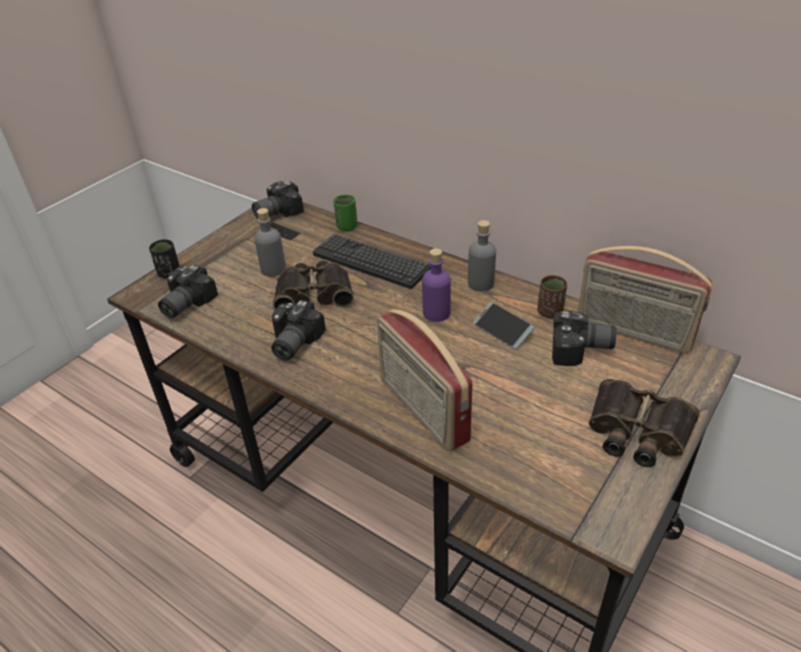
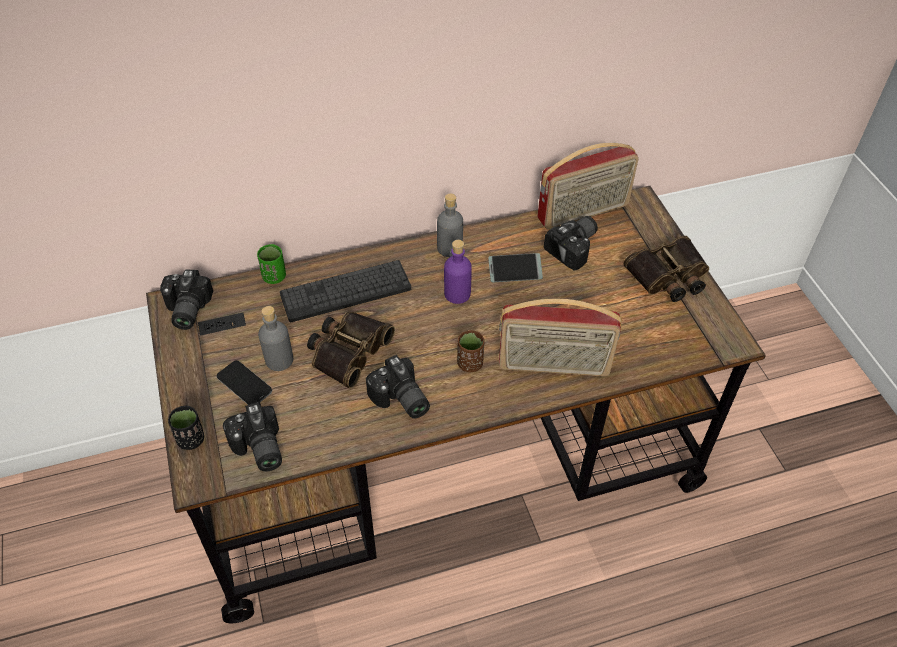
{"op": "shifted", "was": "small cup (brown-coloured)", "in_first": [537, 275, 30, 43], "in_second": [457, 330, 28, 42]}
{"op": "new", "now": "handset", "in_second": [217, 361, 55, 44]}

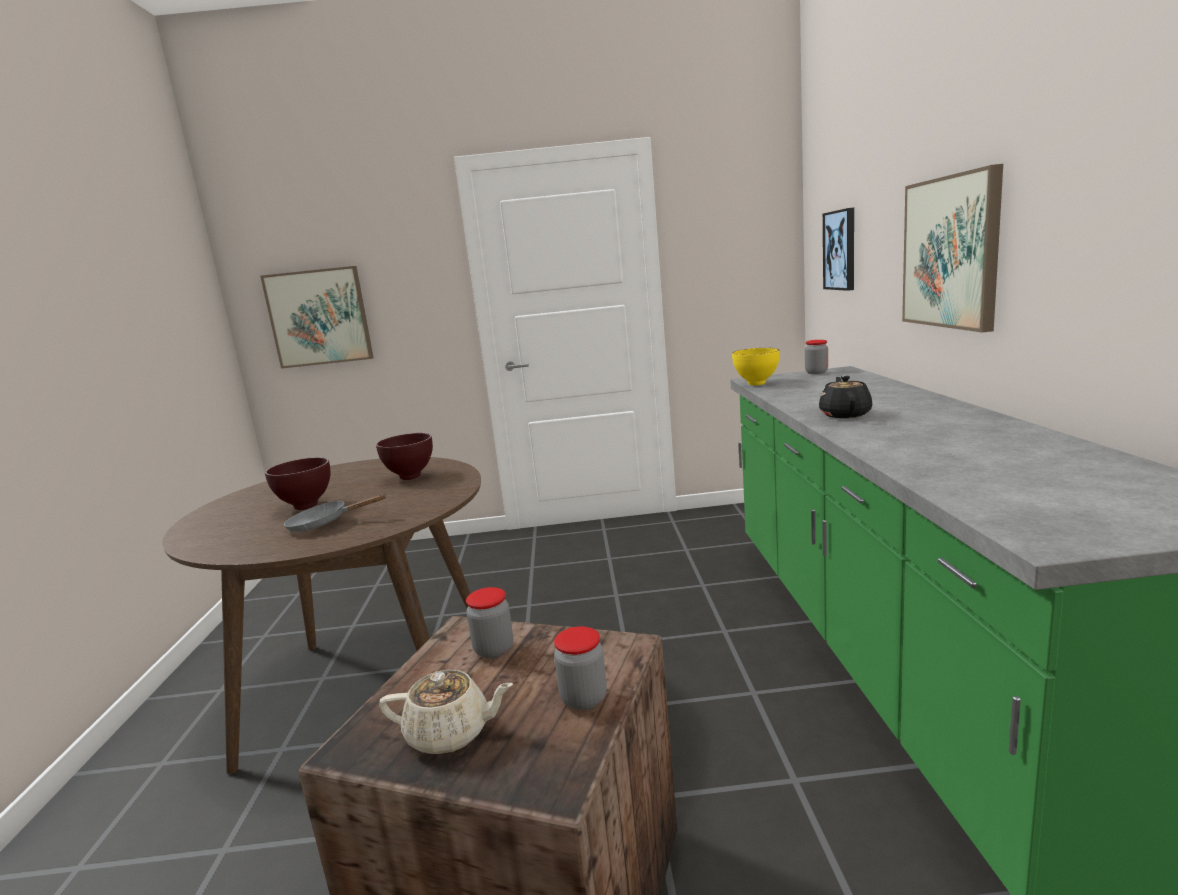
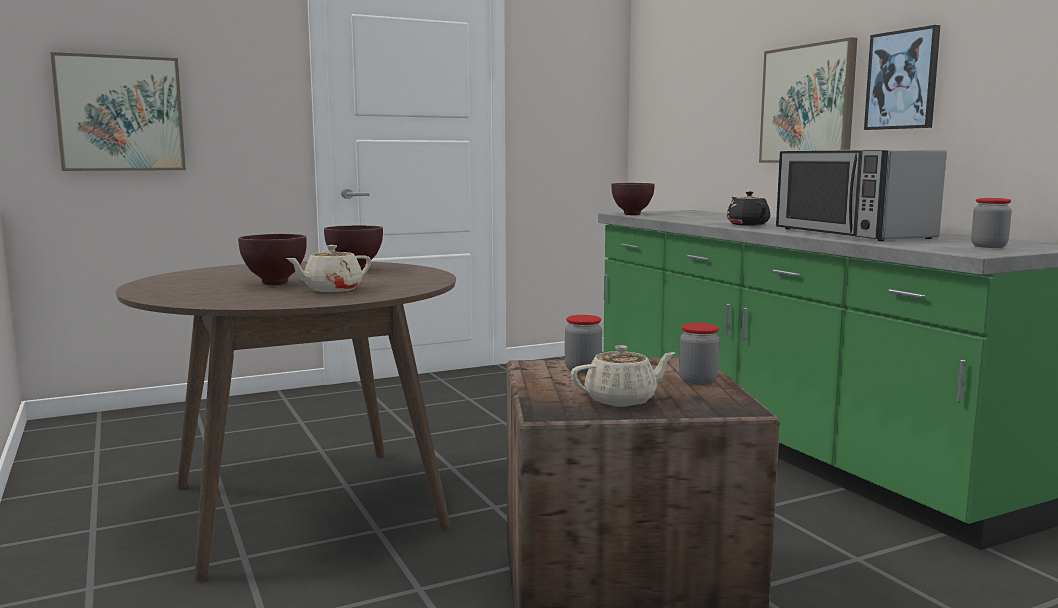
{"op": "shifted", "was": "picture", "in_first": [823, 208, 31, 83], "in_second": [864, 25, 76, 105]}
{"op": "shifted", "was": "storage jar", "in_first": [805, 340, 23, 34], "in_second": [971, 198, 41, 50]}
{"op": "repainted", "was": "deep dish (yellowish)", "now": "deep dish (brown-coloured)", "in_first": [732, 348, 48, 38], "in_second": [612, 183, 43, 32]}
{"op": "swapped", "was": "pan (gray)", "now": "tea pot (beige)", "in_first": [284, 494, 102, 38], "in_second": [286, 245, 85, 47]}
{"op": "new", "now": "microwave", "in_second": [776, 149, 171, 92]}

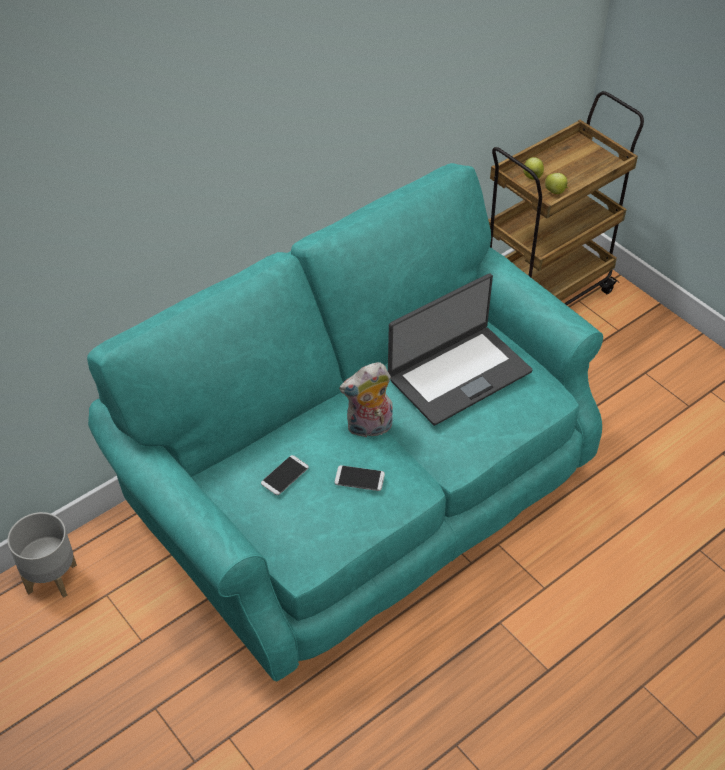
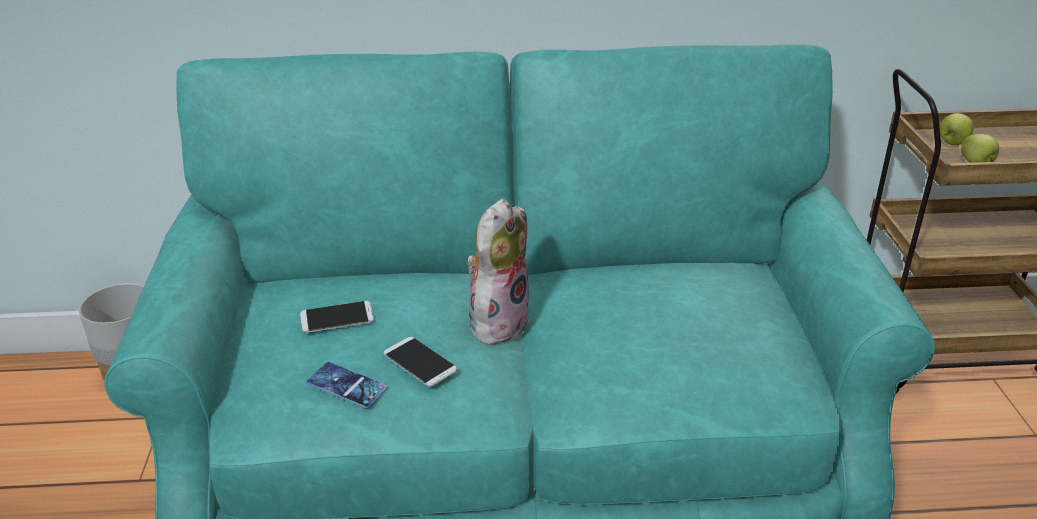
{"op": "gone", "was": "portable computer", "in_first": [388, 273, 144, 153]}
{"op": "rotated", "was": "soft toy", "in_first": [339, 362, 54, 75], "in_second": [467, 198, 63, 147], "clockwise": 105}
{"op": "new", "now": "handset", "in_second": [306, 362, 82, 46]}

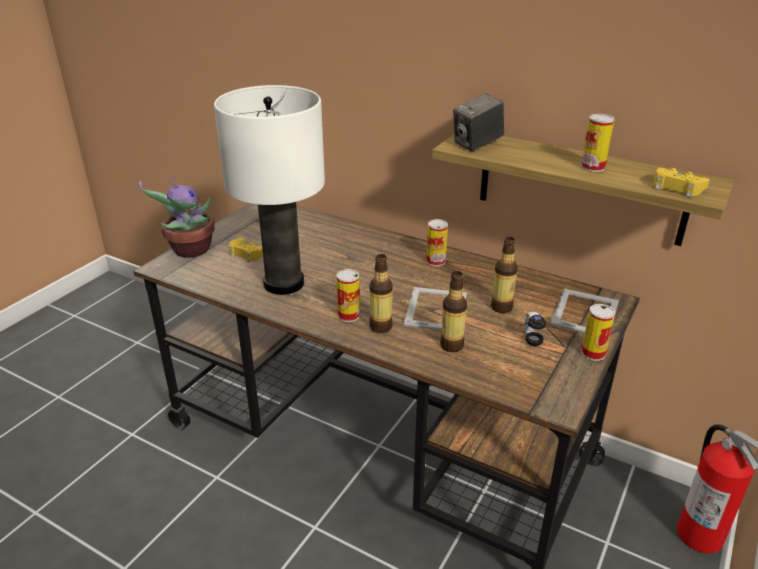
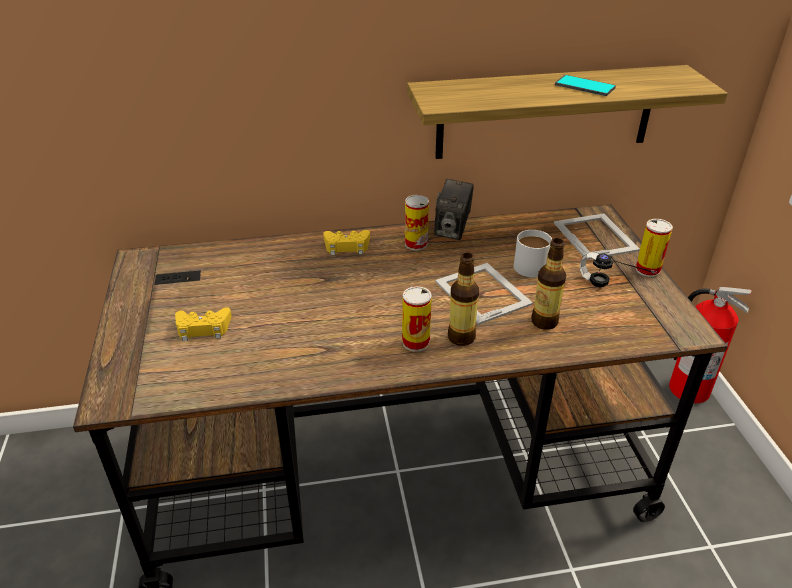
{"op": "gone", "was": "lamp for a table (white)", "in_first": [214, 85, 111, 210]}
{"op": "shifted", "was": "still camera", "in_first": [453, 93, 51, 58], "in_second": [434, 179, 40, 61]}
{"op": "swapped", "was": "sealed can", "now": "handset", "in_first": [581, 114, 34, 58], "in_second": [555, 75, 61, 21]}
{"op": "shifted", "was": "gamepad (yellowish)", "in_first": [653, 168, 56, 29], "in_second": [323, 230, 47, 25]}
{"op": "gone", "was": "houseplant", "in_first": [139, 176, 76, 82]}
{"op": "swapped", "was": "drink bottle", "now": "tea mug (white)", "in_first": [491, 237, 27, 76], "in_second": [514, 230, 38, 47]}

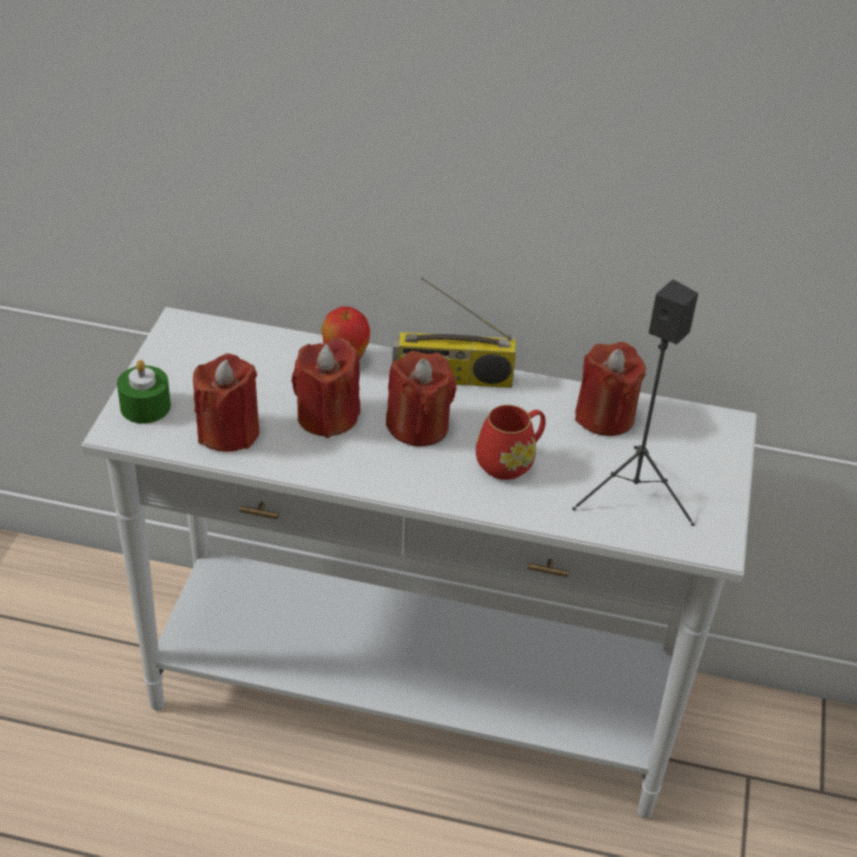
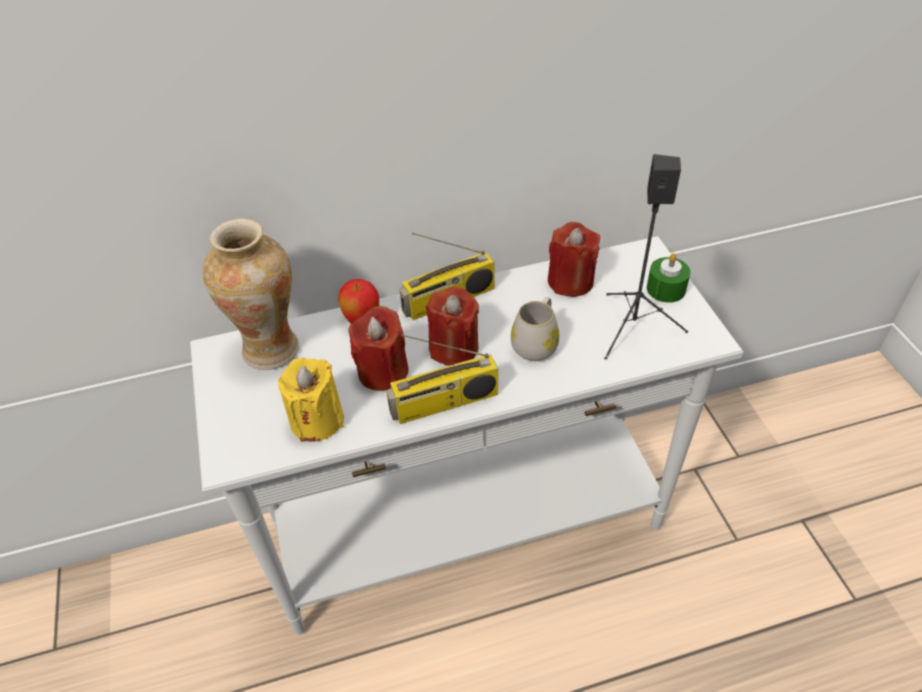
{"op": "repainted", "was": "wax candle (red-coloured)", "now": "wax candle (yellowish)", "in_first": [193, 354, 66, 98], "in_second": [278, 358, 66, 84]}
{"op": "shifted", "was": "wax candle (green-coloured)", "in_first": [117, 360, 54, 64], "in_second": [647, 253, 43, 50]}
{"op": "repainted", "was": "tea mug (red-coloured)", "now": "tea mug (white)", "in_first": [476, 405, 70, 75], "in_second": [511, 297, 48, 64]}
{"op": "new", "now": "flower vase", "in_second": [202, 219, 97, 151]}
{"op": "new", "now": "radio set", "in_second": [386, 334, 112, 90]}

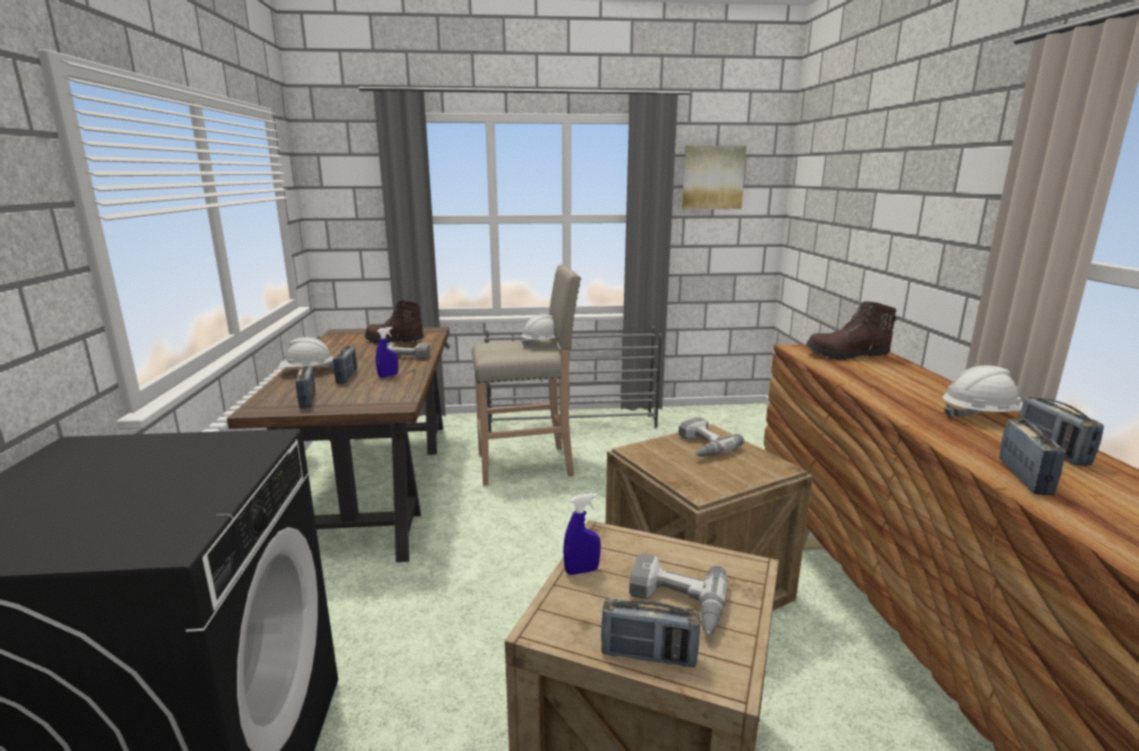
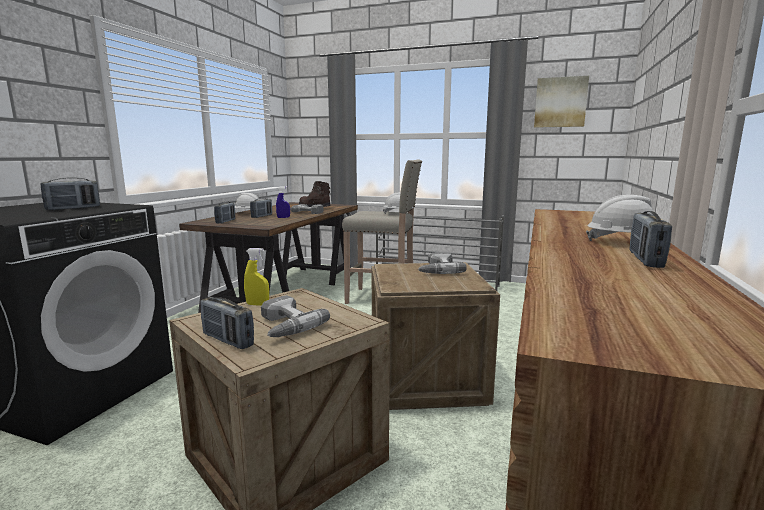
{"op": "gone", "was": "high-top boot (brown-coloured)", "in_first": [806, 301, 91, 59]}
{"op": "shifted", "was": "radio set", "in_first": [1000, 419, 66, 76], "in_second": [40, 177, 60, 33]}
{"op": "repainted", "was": "sprayer (blue-coloured)", "now": "sprayer (yellowish)", "in_first": [563, 493, 38, 82], "in_second": [244, 248, 25, 58]}

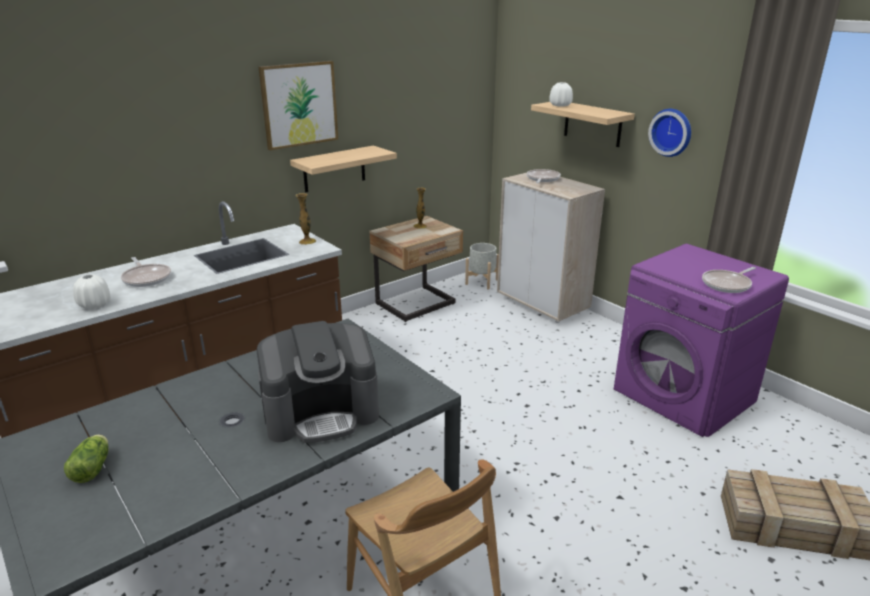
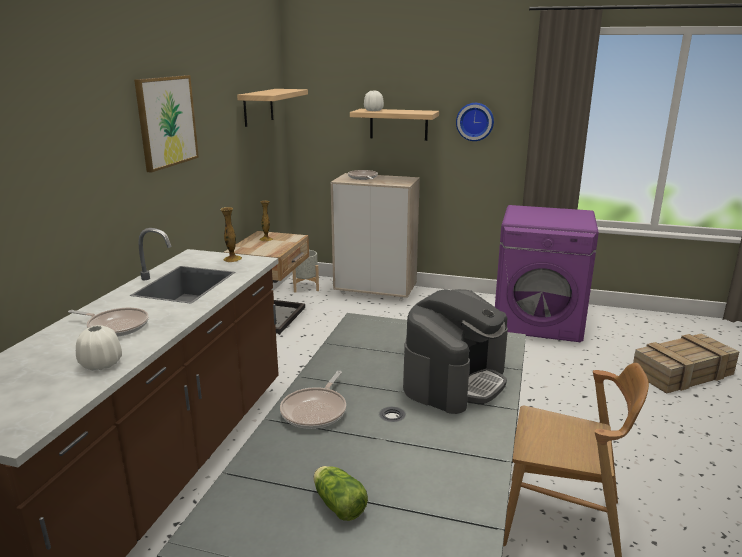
{"op": "shifted", "was": "shelf", "in_first": [290, 146, 107, 46], "in_second": [237, 89, 71, 38]}
{"op": "shifted", "was": "pan", "in_first": [702, 267, 54, 26], "in_second": [280, 371, 66, 58]}

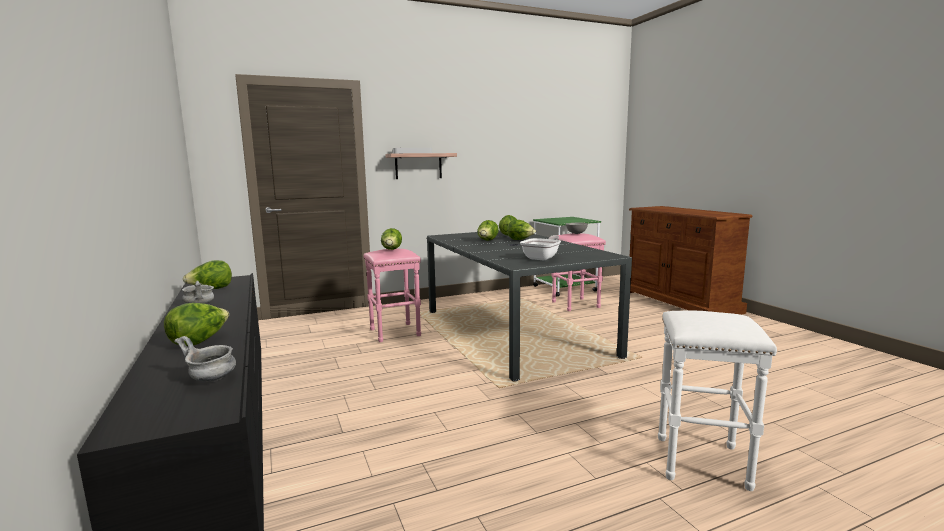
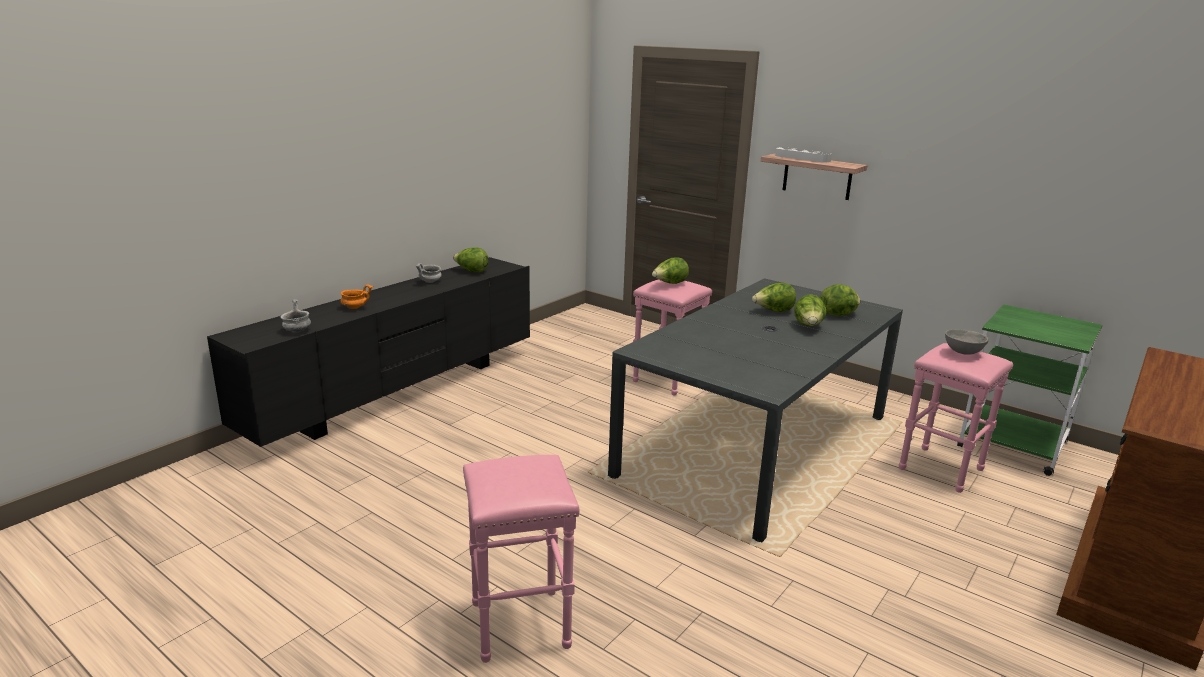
{"op": "gone", "was": "pan", "in_first": [520, 235, 41, 25]}
{"op": "swapped", "was": "head of lettuce", "now": "deep dish (orange)", "in_first": [164, 303, 65, 43], "in_second": [340, 284, 33, 25]}
{"op": "repainted", "was": "sitting stool (white)", "now": "sitting stool (pink-coloured)", "in_first": [658, 311, 119, 180], "in_second": [463, 455, 117, 208]}

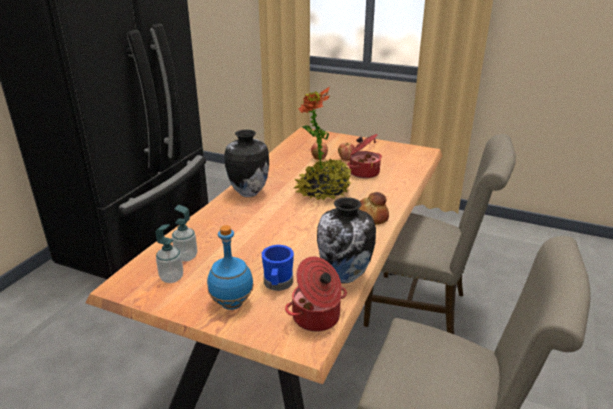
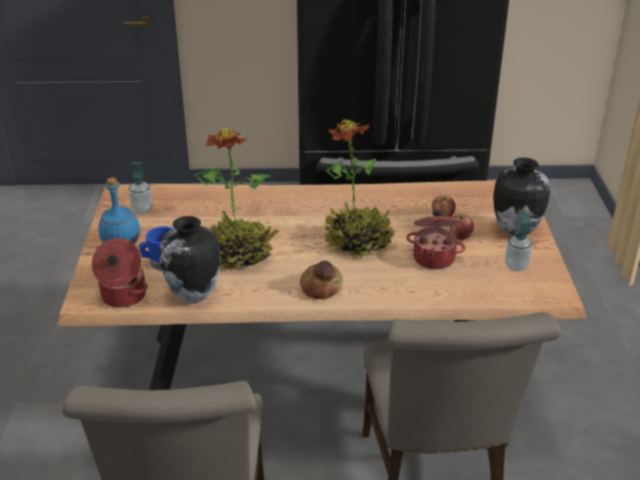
{"op": "shifted", "was": "flower vase", "in_first": [224, 130, 45, 67], "in_second": [493, 158, 57, 79]}
{"op": "shifted", "was": "liquid soap bottle", "in_first": [172, 205, 25, 57], "in_second": [505, 213, 27, 59]}
{"op": "new", "now": "houseplant", "in_second": [194, 127, 85, 144]}

